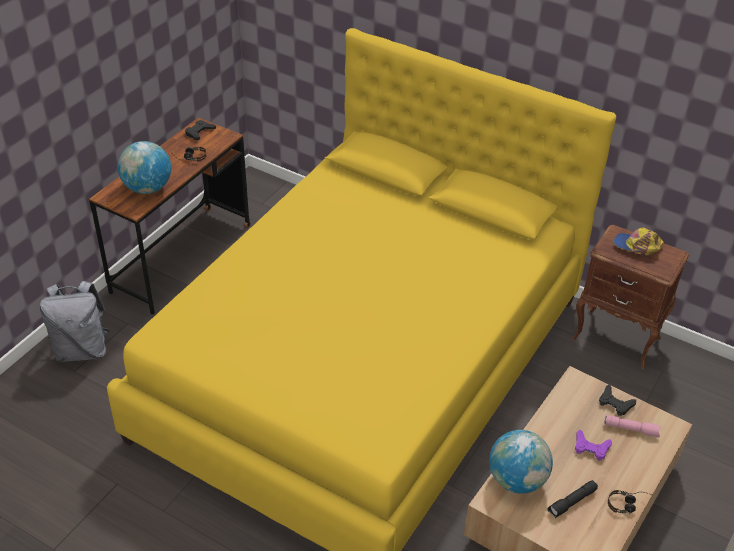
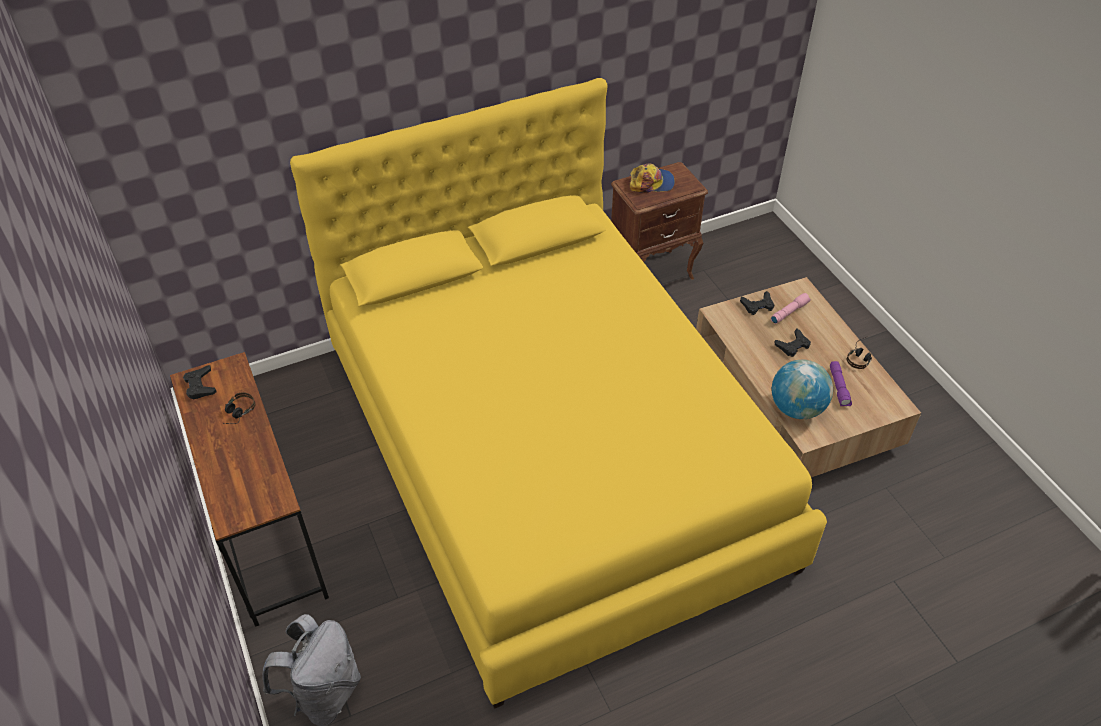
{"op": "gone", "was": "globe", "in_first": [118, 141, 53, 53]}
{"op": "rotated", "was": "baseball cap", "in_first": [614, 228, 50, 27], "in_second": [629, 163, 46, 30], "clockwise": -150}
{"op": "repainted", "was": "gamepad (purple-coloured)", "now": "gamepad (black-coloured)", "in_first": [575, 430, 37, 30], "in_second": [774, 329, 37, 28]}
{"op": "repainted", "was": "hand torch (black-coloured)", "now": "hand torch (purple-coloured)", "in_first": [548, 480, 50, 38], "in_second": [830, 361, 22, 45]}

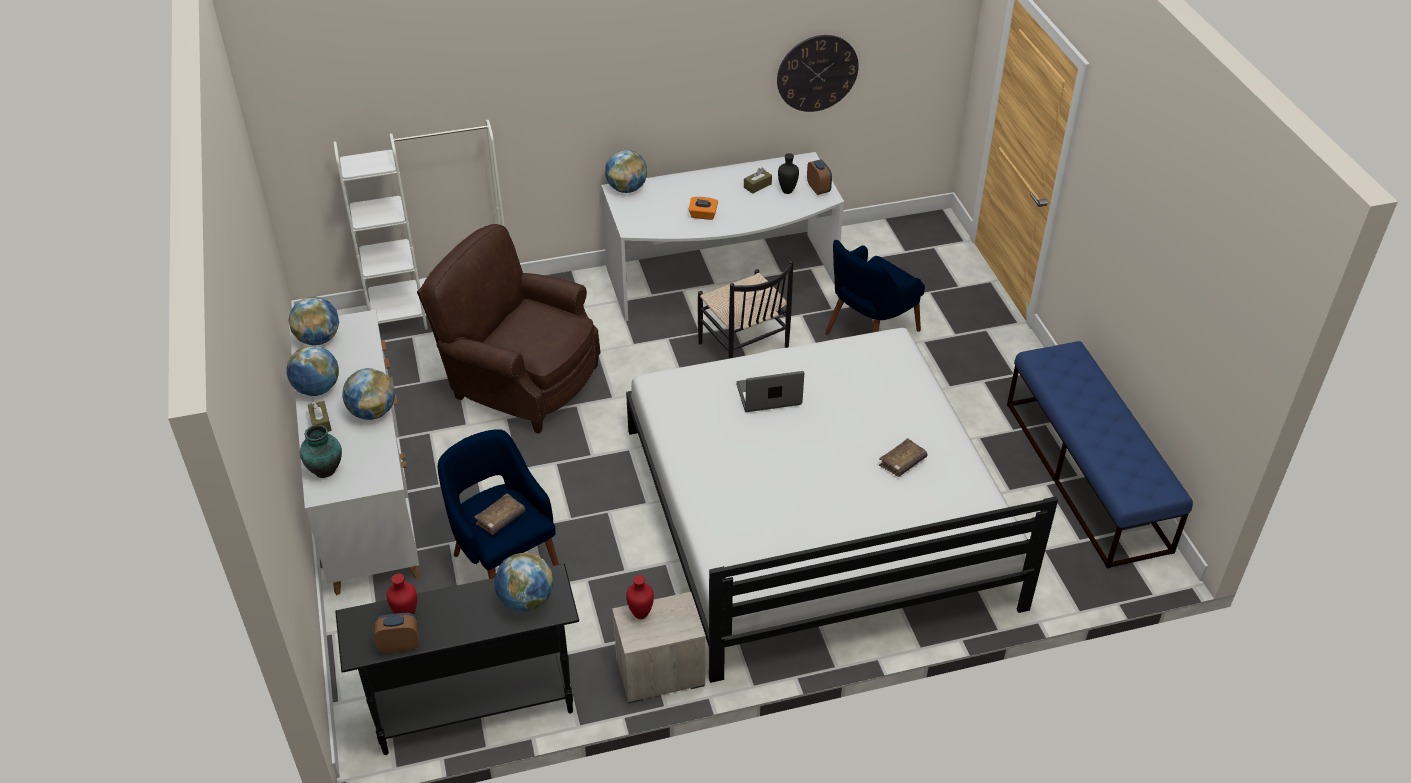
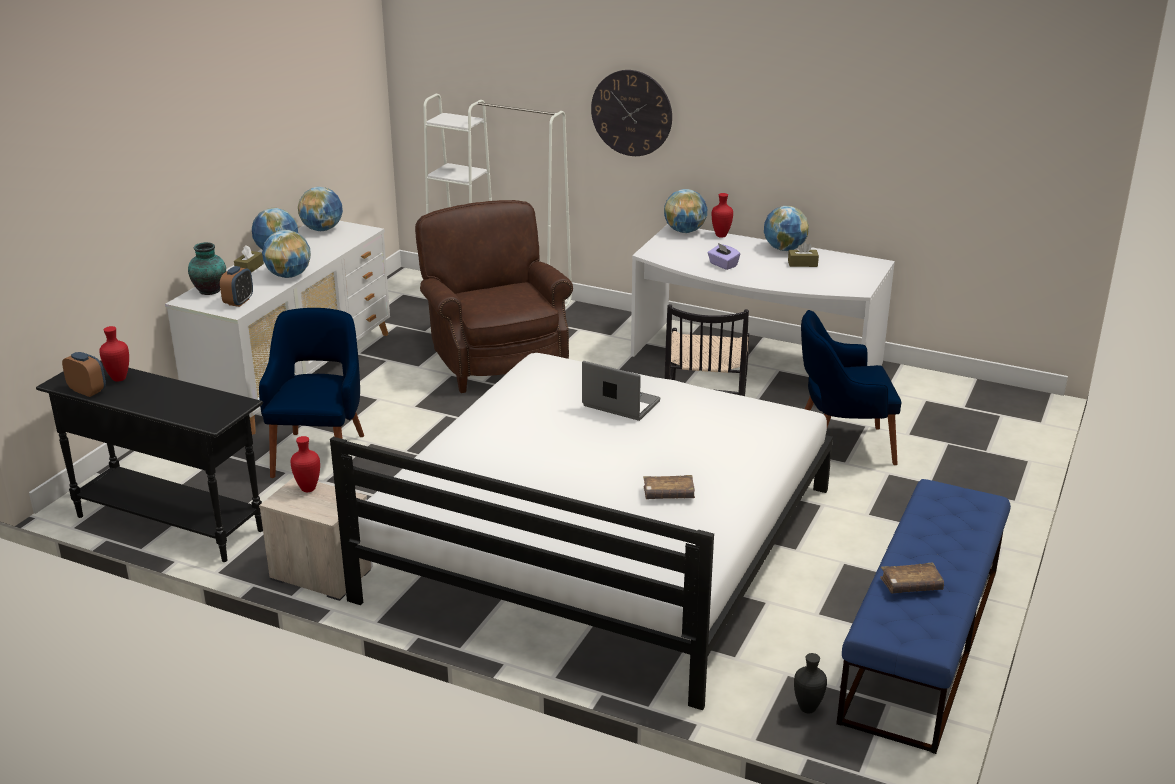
{"op": "shifted", "was": "clock on the wall", "in_first": [777, 35, 82, 77], "in_second": [591, 70, 81, 86]}
{"op": "shifted", "was": "flower vase (black-coloured)", "in_first": [778, 153, 21, 41], "in_second": [794, 653, 33, 60]}
{"op": "shifted", "was": "table clock", "in_first": [807, 160, 25, 35], "in_second": [220, 266, 33, 41]}
{"op": "repainted", "was": "box of tissues (orange)", "now": "box of tissues (purple-coloured)", "in_first": [688, 197, 30, 23], "in_second": [708, 243, 32, 27]}
{"op": "shifted", "was": "bound book (brown-coloured)", "in_first": [474, 493, 51, 42], "in_second": [880, 562, 64, 32]}
{"op": "shifted", "was": "globe", "in_first": [494, 553, 59, 59], "in_second": [764, 206, 45, 45]}
{"op": "new", "now": "flower vase (red-coloured)", "in_second": [712, 193, 21, 45]}

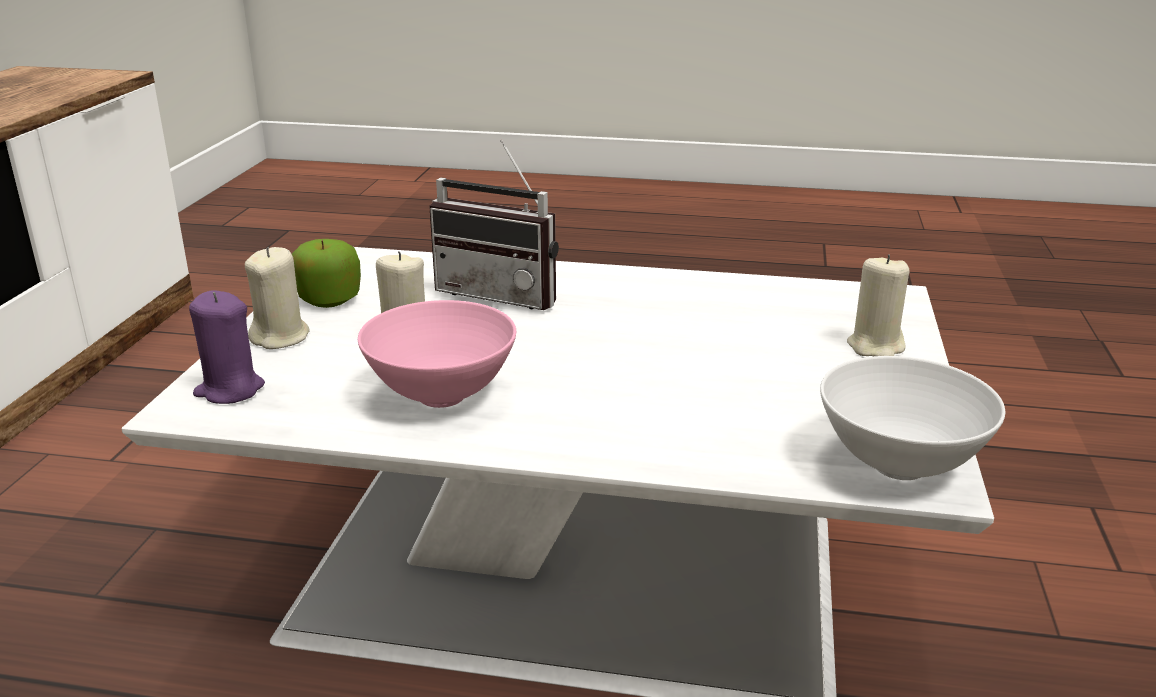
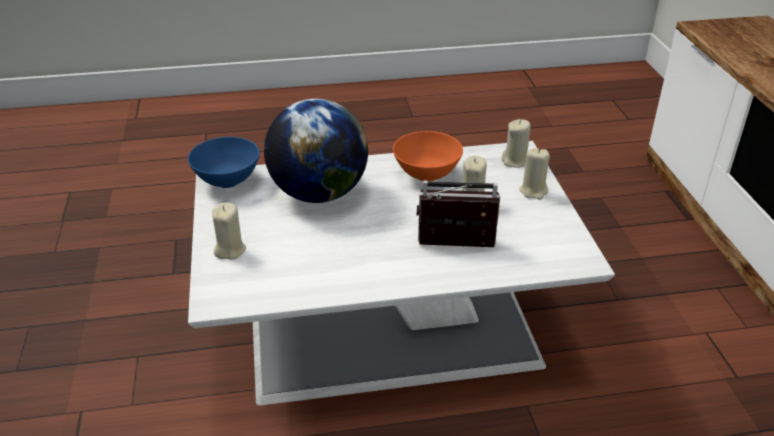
{"op": "gone", "was": "apple fruit", "in_first": [292, 239, 69, 69]}
{"op": "repainted", "was": "wax candle (purple-coloured)", "now": "wax candle (beige)", "in_first": [189, 290, 76, 114], "in_second": [502, 119, 29, 49]}
{"op": "repainted", "was": "deep dish (pink-coloured)", "now": "deep dish (orange)", "in_first": [358, 300, 158, 108], "in_second": [393, 131, 70, 50]}
{"op": "repainted", "was": "deep dish (white)", "now": "deep dish (blue-coloured)", "in_first": [820, 356, 185, 124], "in_second": [188, 137, 72, 51]}
{"op": "new", "now": "globe", "in_second": [264, 99, 104, 104]}

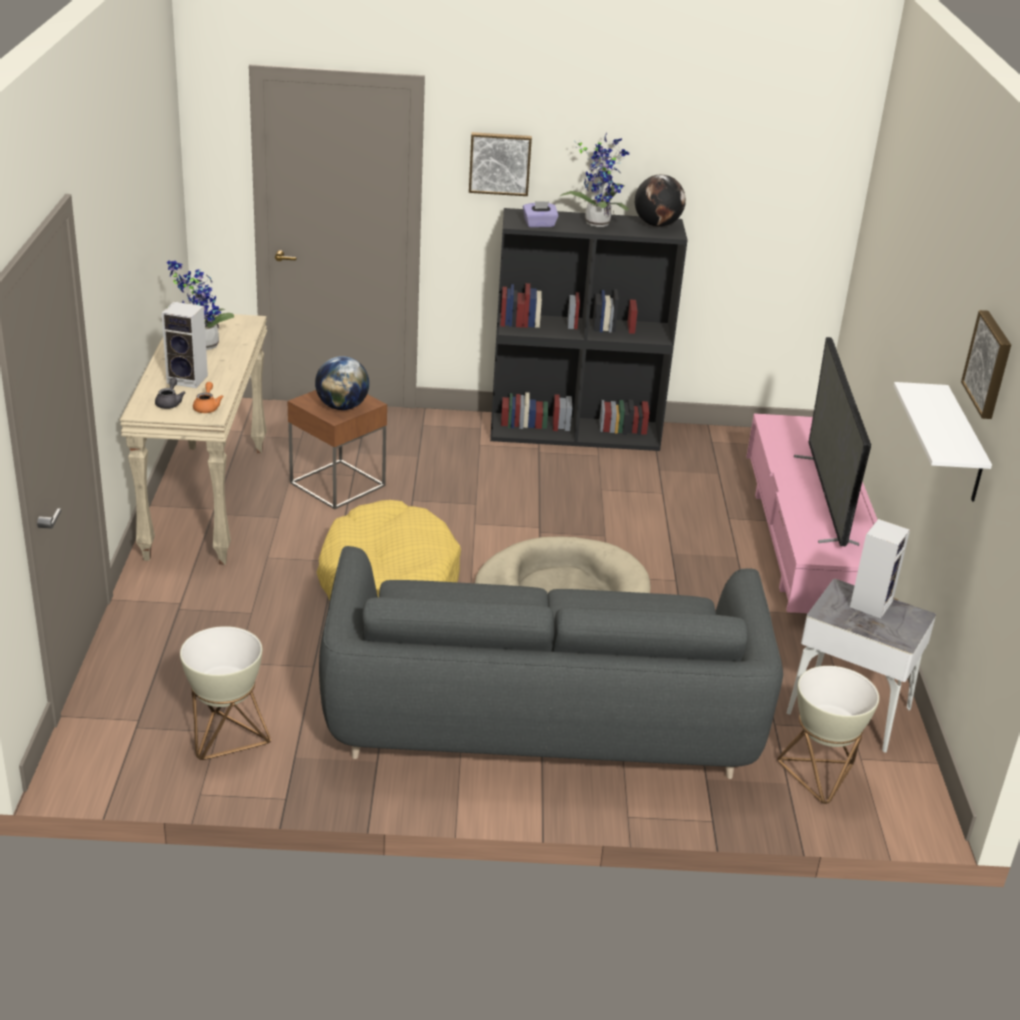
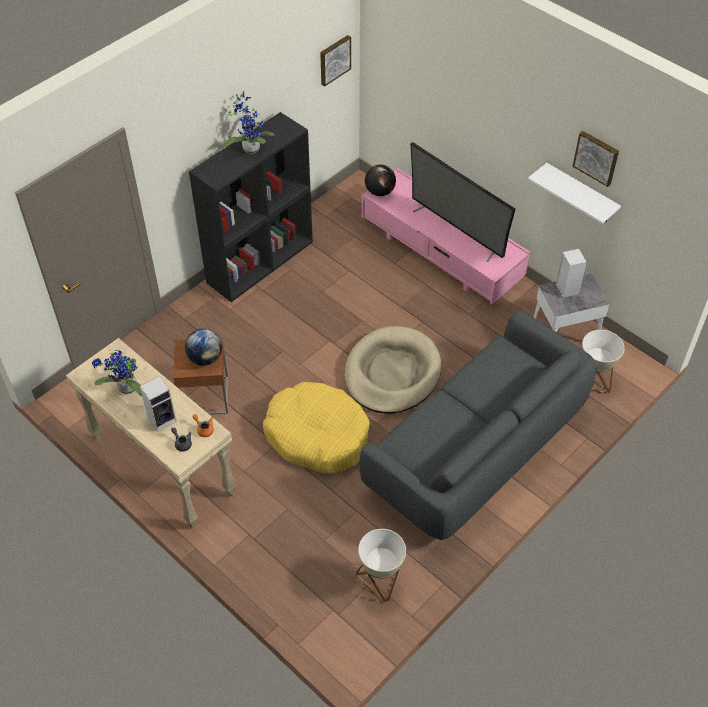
{"op": "shifted", "was": "picture", "in_first": [469, 132, 63, 64], "in_second": [320, 35, 31, 51]}
{"op": "shifted", "was": "globe", "in_first": [635, 174, 51, 53], "in_second": [365, 164, 31, 32]}
{"op": "gone", "was": "box of tissues (purple-coloured)", "in_first": [523, 201, 36, 26]}

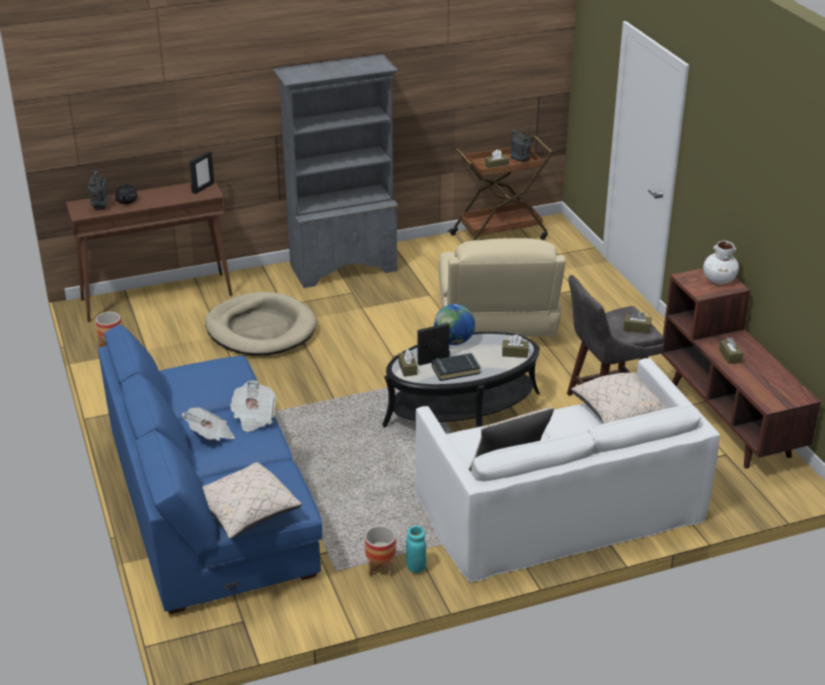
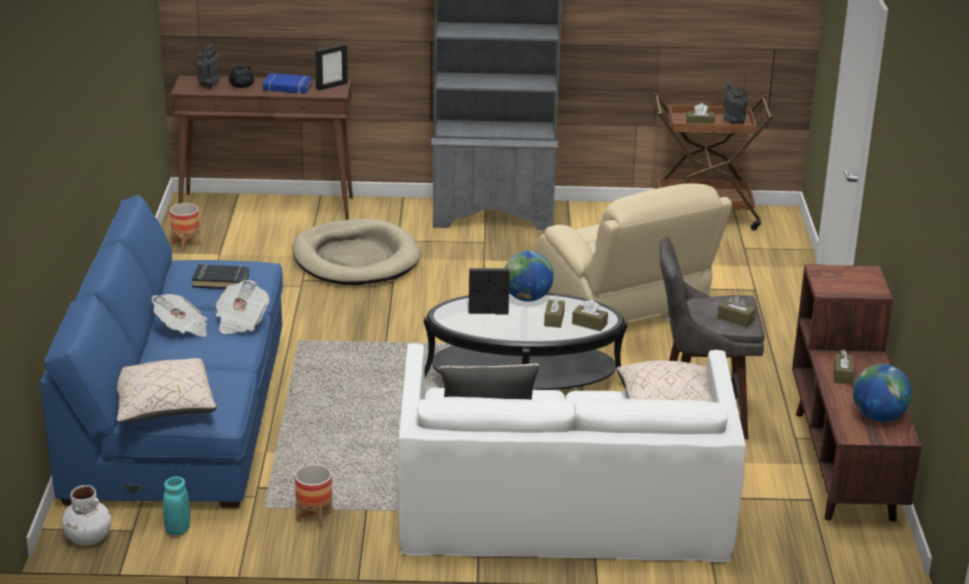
{"op": "rotated", "was": "armchair (beige)", "in_first": [439, 238, 127, 99], "in_second": [535, 184, 197, 139], "clockwise": -45}
{"op": "shifted", "was": "flower vase (white)", "in_first": [703, 241, 36, 43], "in_second": [62, 485, 50, 60]}
{"op": "shifted", "was": "box of tissues (brown-coloured)", "in_first": [398, 349, 19, 27], "in_second": [544, 295, 21, 33]}
{"op": "shifted", "was": "bound book (black-coloured)", "in_first": [432, 353, 49, 28], "in_second": [192, 264, 57, 25]}
{"op": "shifted", "was": "flower vase (turquoise-coloured)", "in_first": [406, 526, 20, 47], "in_second": [163, 477, 27, 58]}
{"op": "new", "now": "bound book (blue-coloured)", "in_second": [263, 73, 49, 21]}
{"op": "new", "now": "globe", "in_second": [853, 364, 59, 58]}

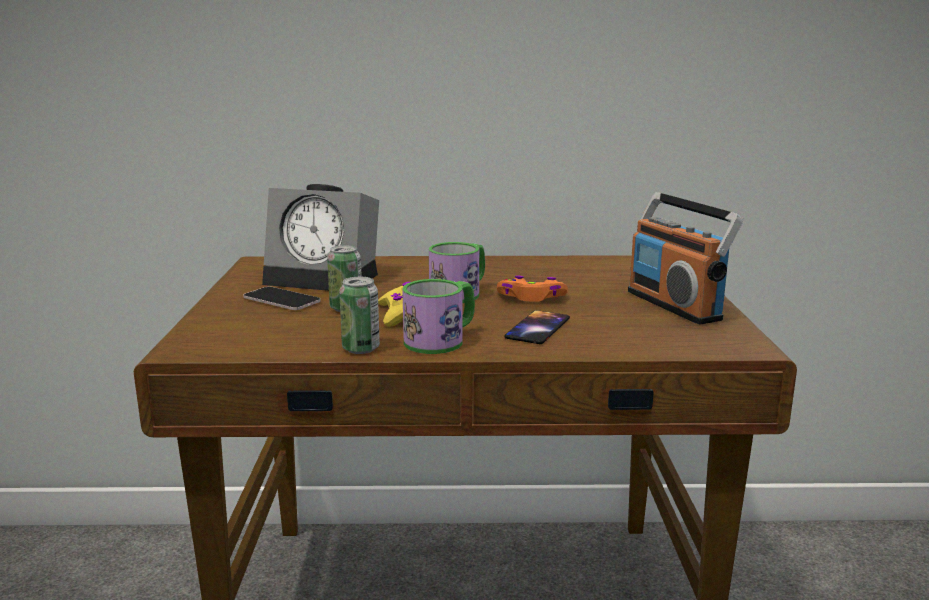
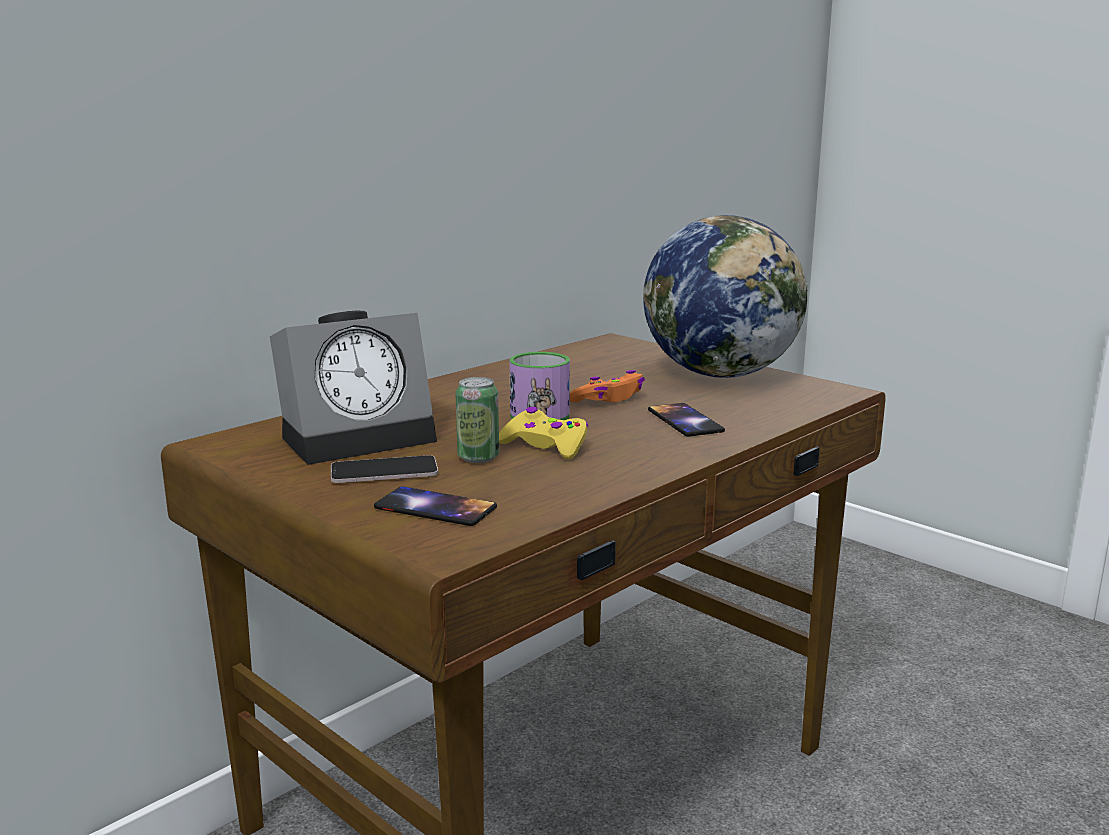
{"op": "swapped", "was": "radio set", "now": "globe", "in_first": [628, 192, 115, 132], "in_second": [643, 215, 165, 163]}
{"op": "gone", "was": "sealed can", "in_first": [339, 277, 41, 77]}
{"op": "gone", "was": "tea mug", "in_first": [402, 279, 73, 75]}
{"op": "new", "now": "handset", "in_second": [374, 486, 123, 40]}

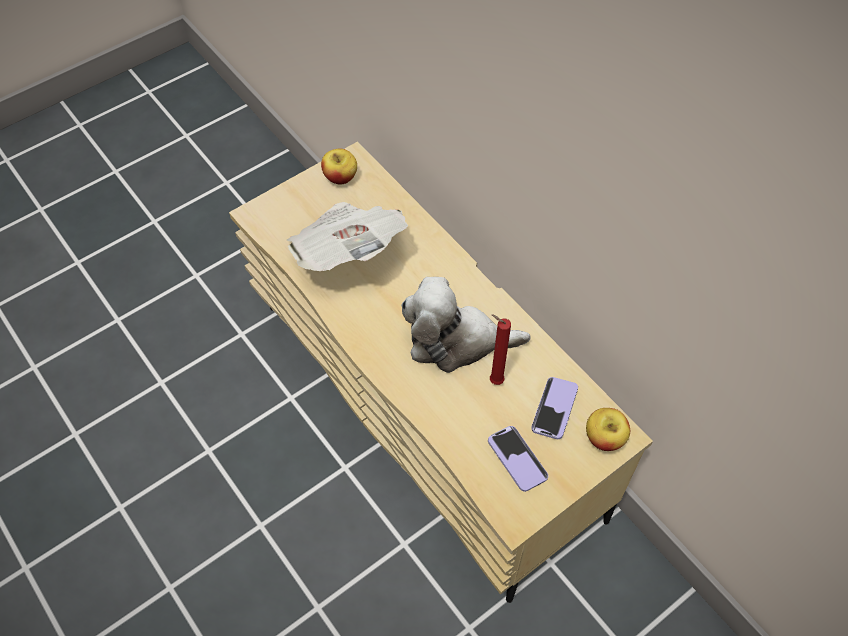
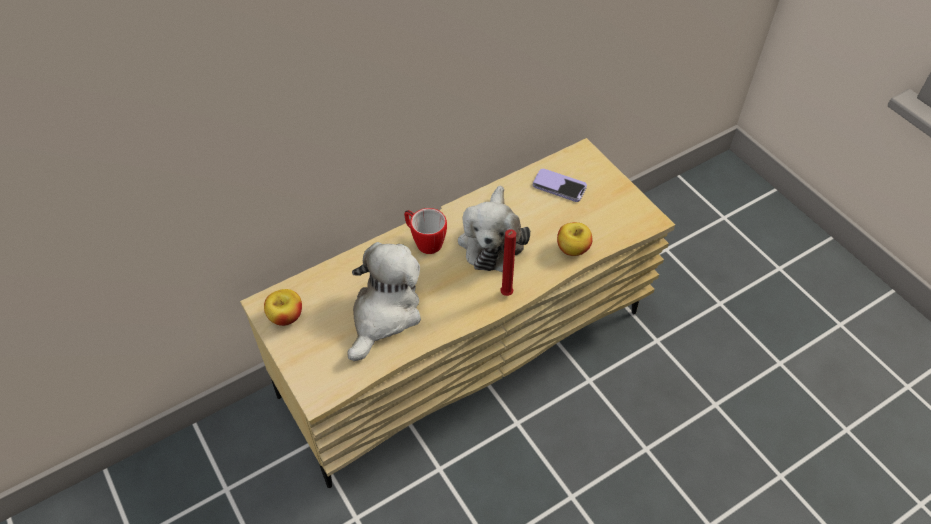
{"op": "swapped", "was": "printed paper", "now": "soft toy", "in_first": [287, 202, 121, 69], "in_second": [347, 242, 74, 119]}
{"op": "shifted", "was": "wax candle (red-coloured)", "in_first": [490, 314, 21, 71], "in_second": [500, 229, 16, 67]}
{"op": "shifted", "was": "apple fruit", "in_first": [586, 408, 44, 43], "in_second": [557, 222, 35, 34]}
{"op": "gone", "was": "handset", "in_first": [488, 426, 60, 66]}
{"op": "new", "now": "tea mug", "in_second": [404, 208, 43, 46]}

